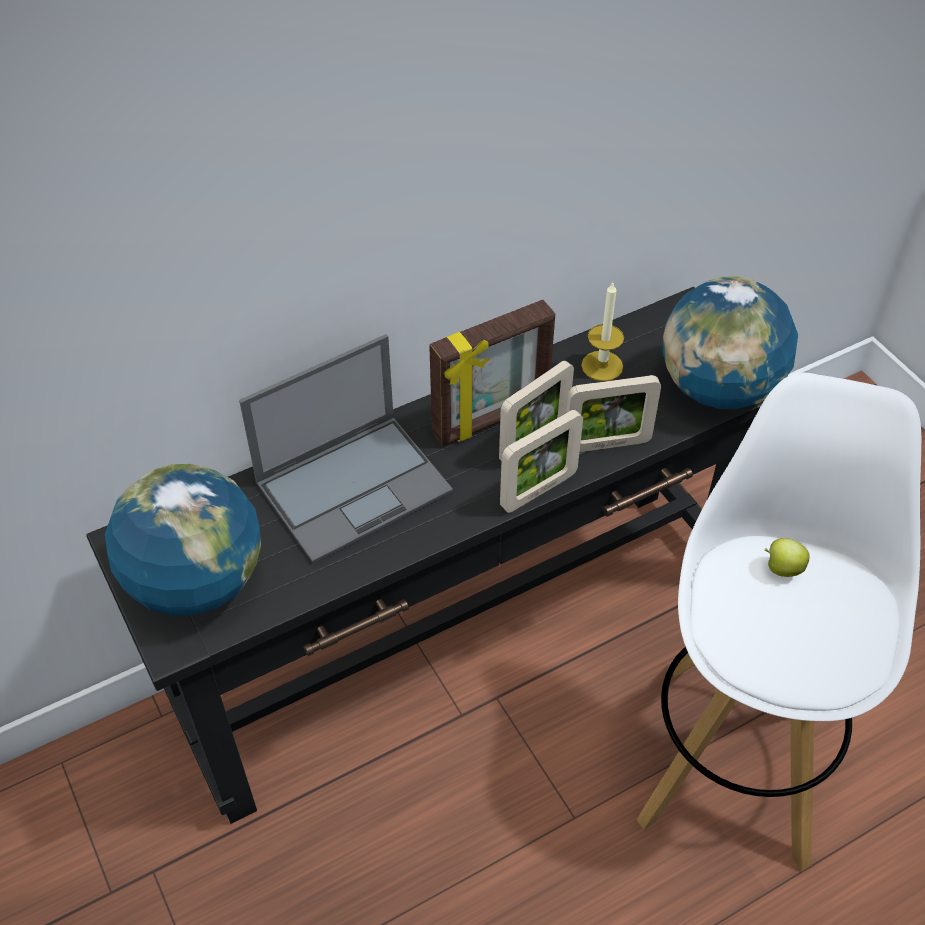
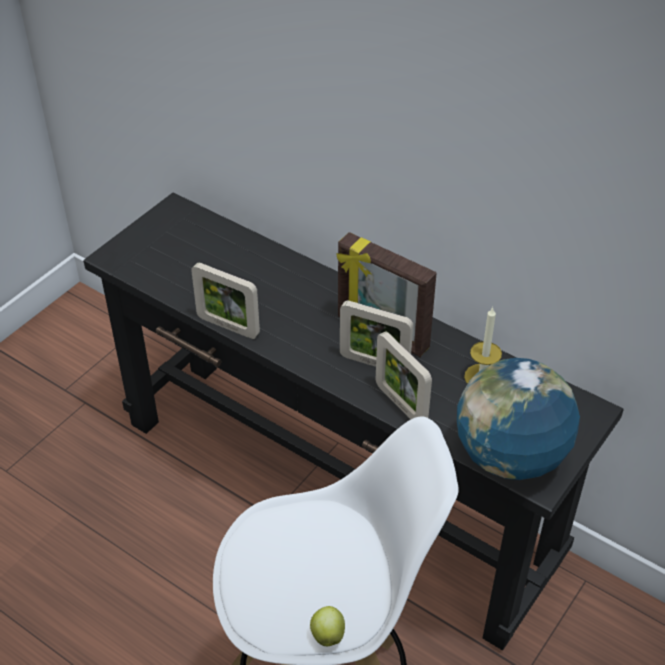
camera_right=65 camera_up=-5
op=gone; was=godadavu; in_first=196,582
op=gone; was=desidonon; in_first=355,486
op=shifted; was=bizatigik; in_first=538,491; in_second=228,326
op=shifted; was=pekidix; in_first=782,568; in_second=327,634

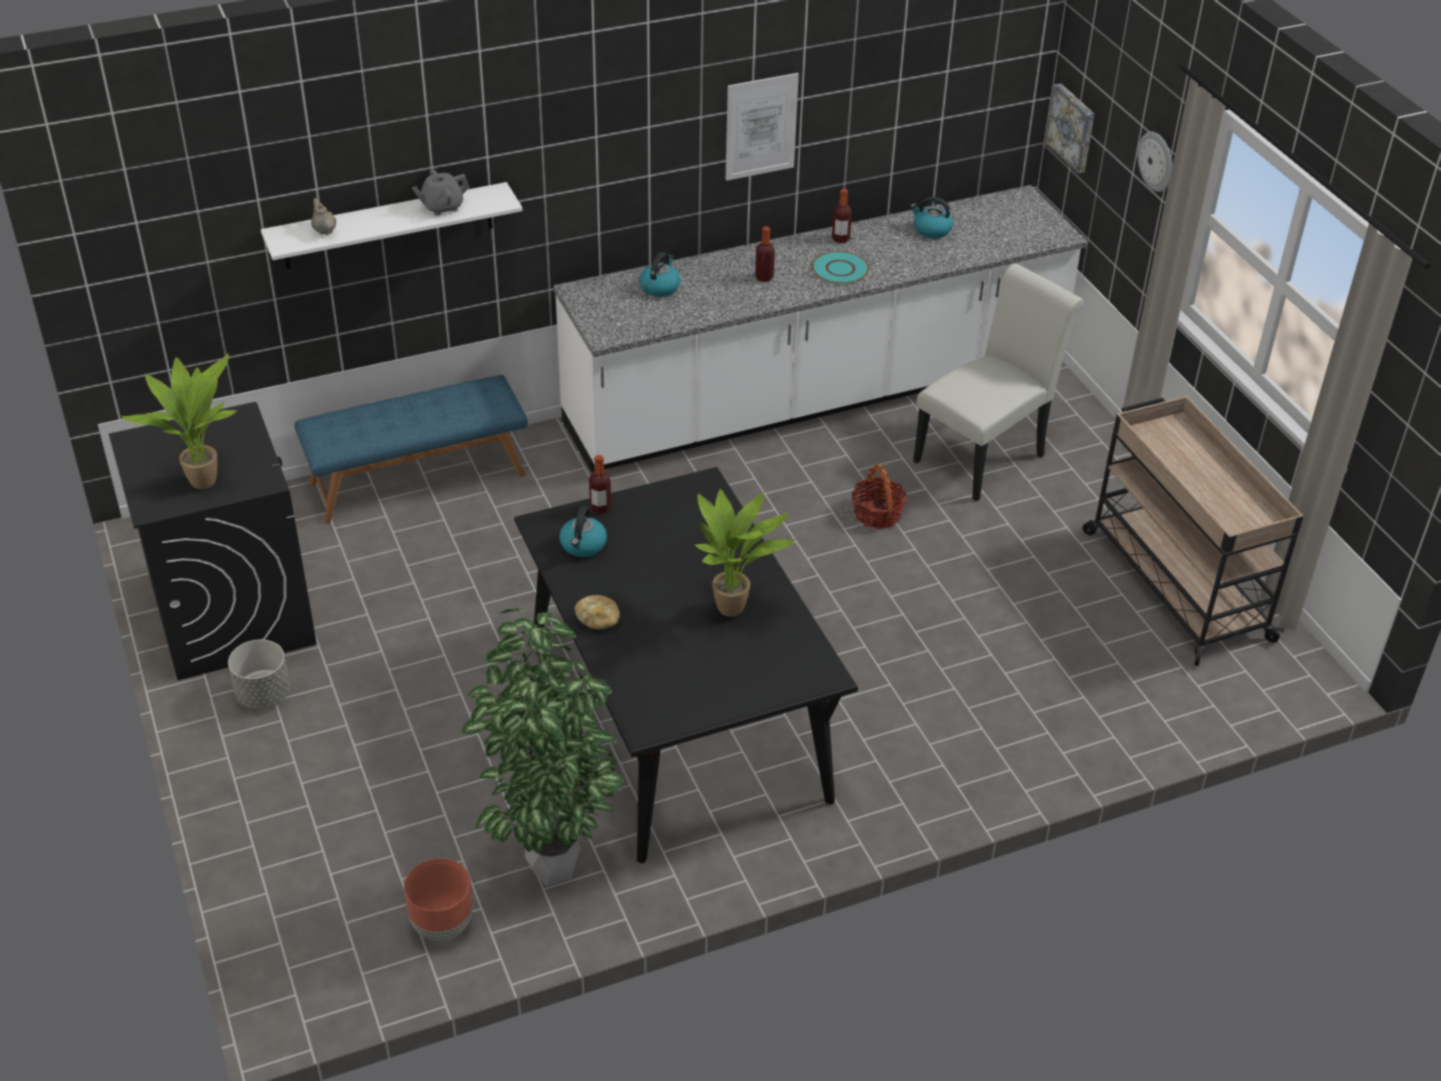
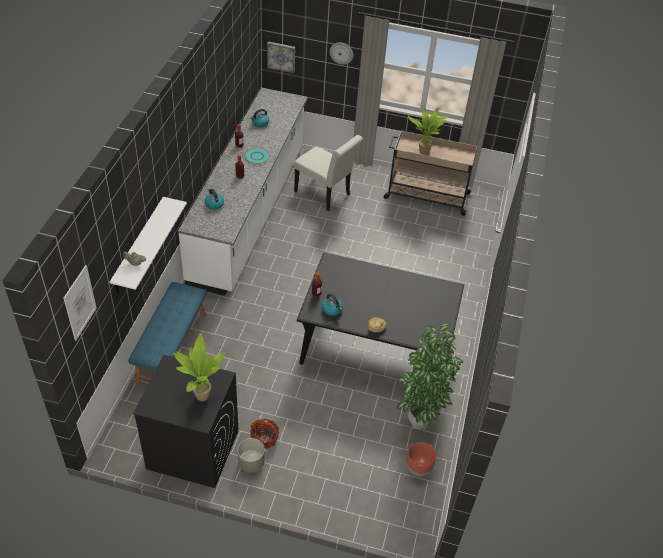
camera_right=-55 camera_up=5
op=gone; was=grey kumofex; in_first=442,207
op=shifted; was=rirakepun; in_first=735,609; in_second=424,151
op=shifted; was=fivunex; in_first=761,126; in_second=80,303
op=shifted; was=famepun; in_first=877,514; in_second=264,438
op=rotated; was=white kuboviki; in_first=985,455; in_second=325,195; clockwise=135

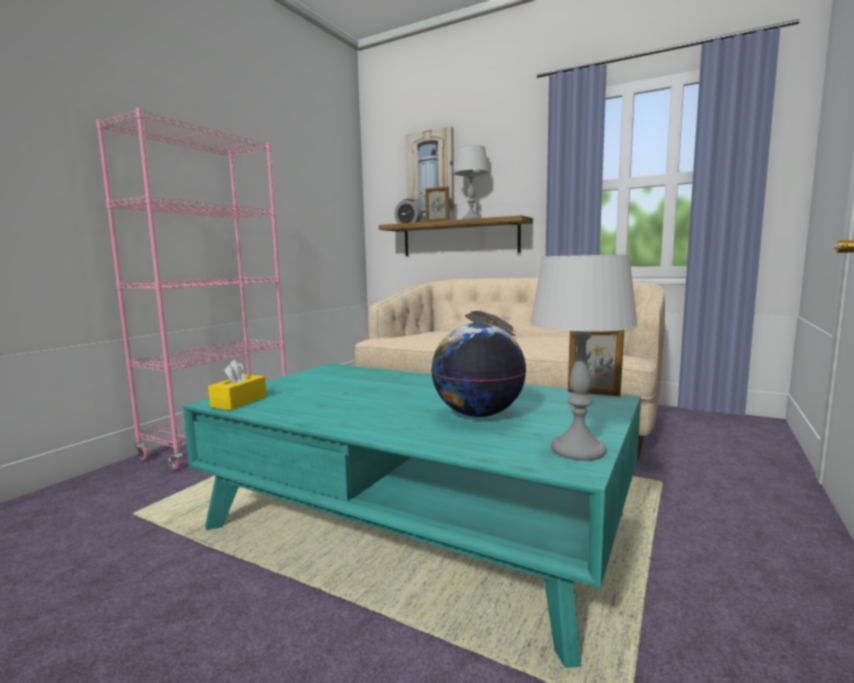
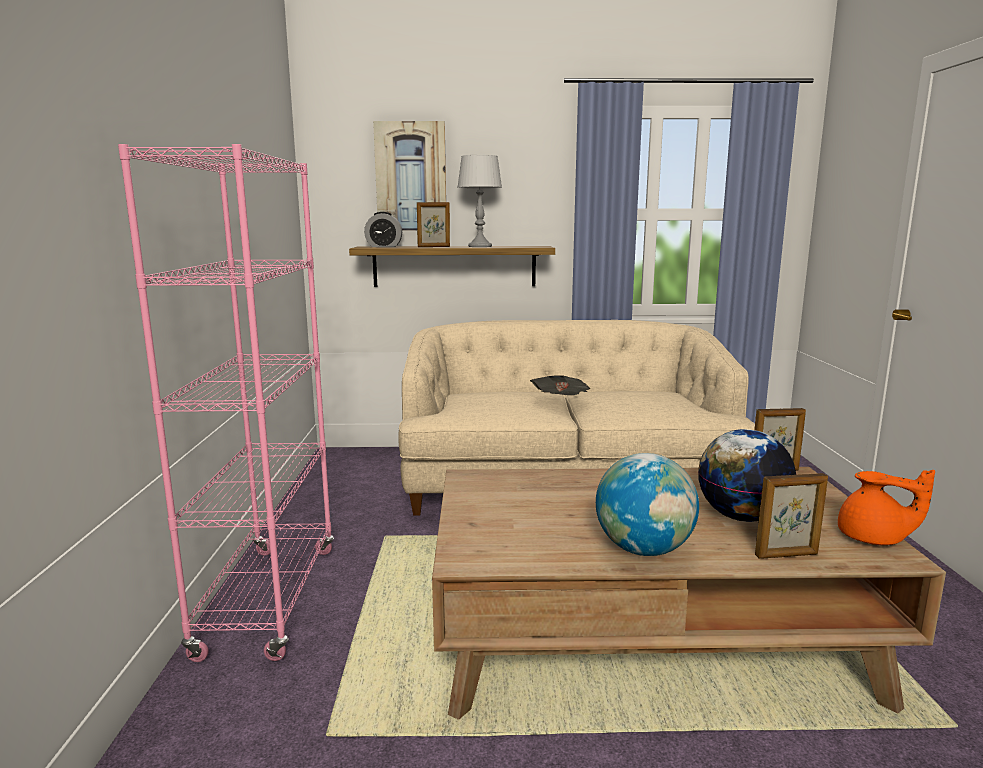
camera_right=-30 camera_up=5
op=repainted; was=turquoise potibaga; now=brown potibaga; in_first=416,522; in_second=648,634
op=gone; was=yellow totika; in_first=239,402
op=swapped; was=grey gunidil; now=orange kumofex; in_first=578,450; in_second=873,539
op=new; now=godadavu; in_second=644,550
op=new; now=bizatigik; in_second=787,555

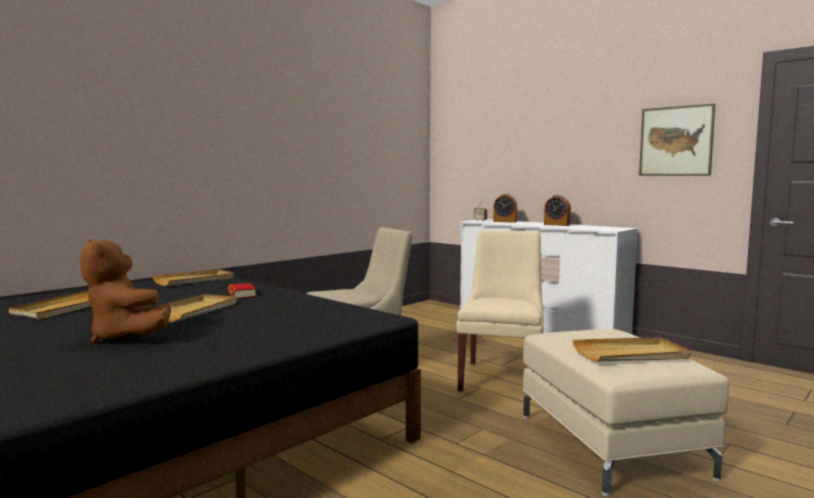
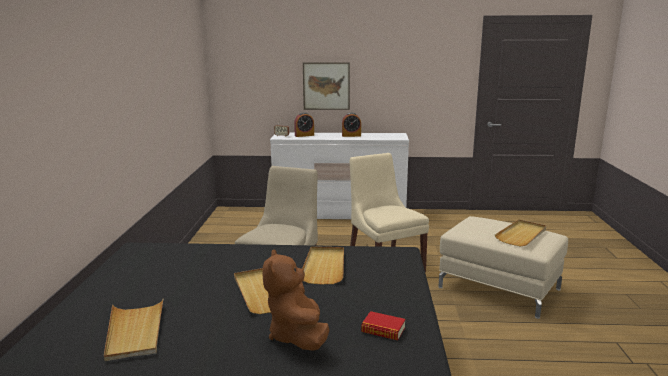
camera_right=-40 camera_up=10
op=rotated; was=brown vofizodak; in_first=126,337; in_second=297,336; clockwise=75
op=shifted; was=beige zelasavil; in_first=195,280; in_second=324,267
op=shifted; was=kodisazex; in_first=242,294; in_second=383,330
op=shifted; was=fivunex; in_first=675,141; in_second=326,86

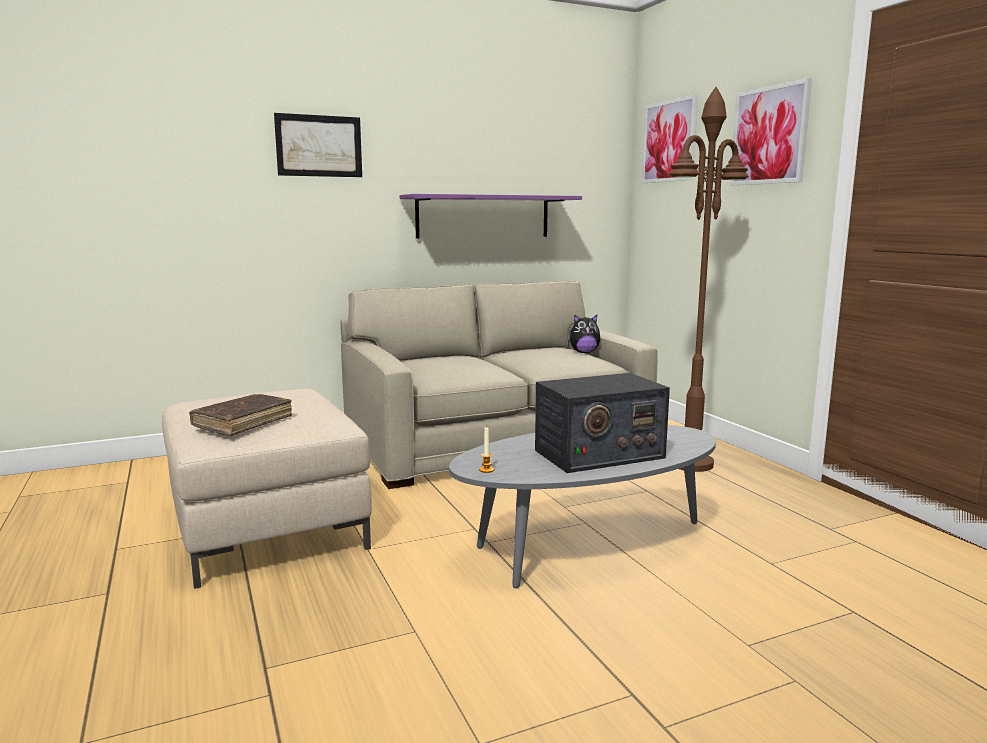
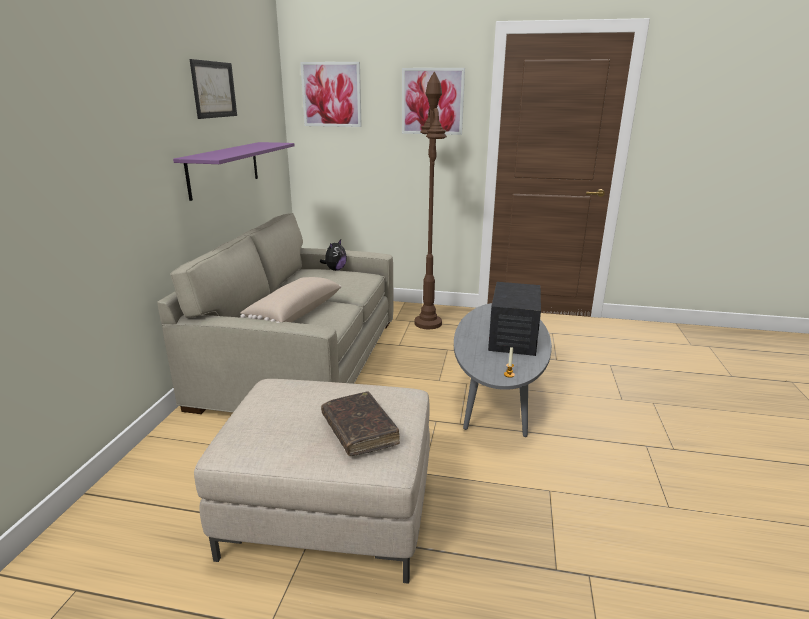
camera_right=-55 camera_up=10
op=shifted; was=fivunex; in_first=319,146; in_second=214,89
op=new; now=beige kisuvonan; in_second=294,313

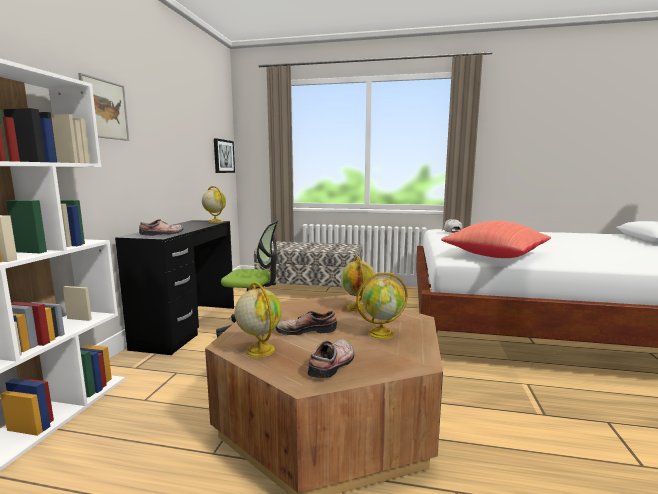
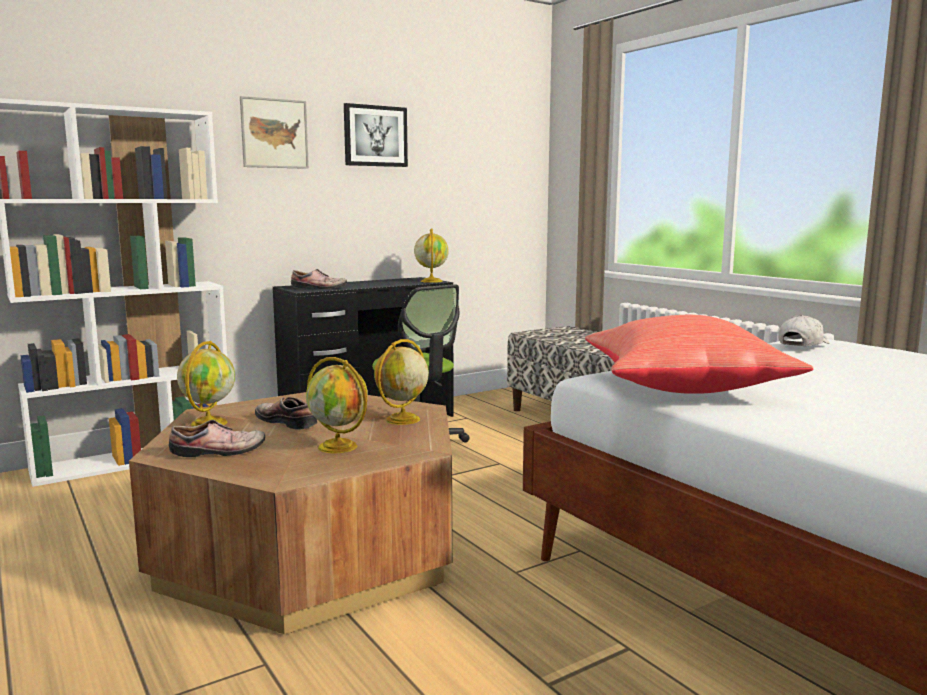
camera_right=45 camera_up=0
op=shifted; was=fivunex; in_first=223,156; in_second=375,136

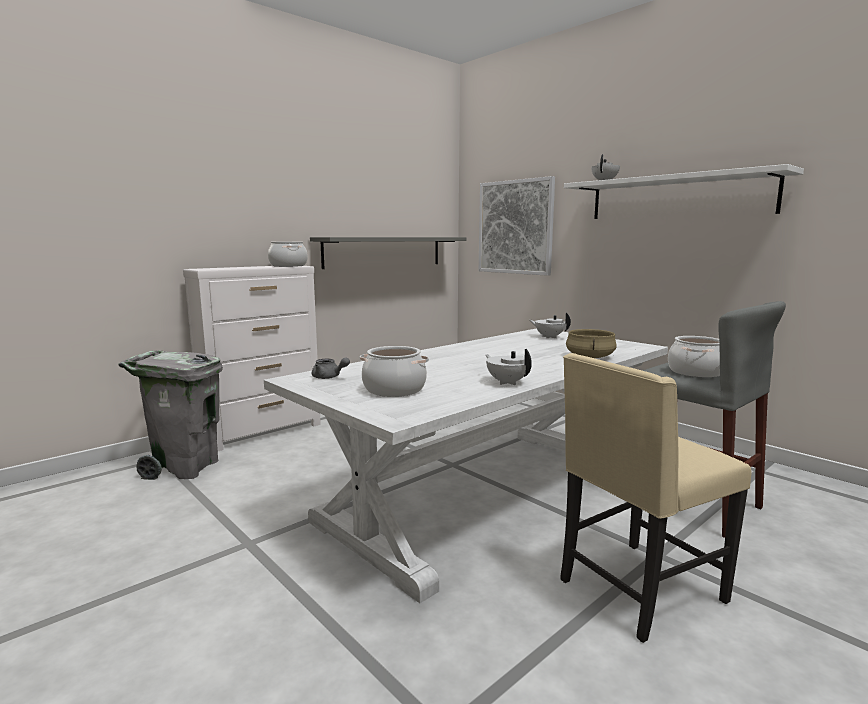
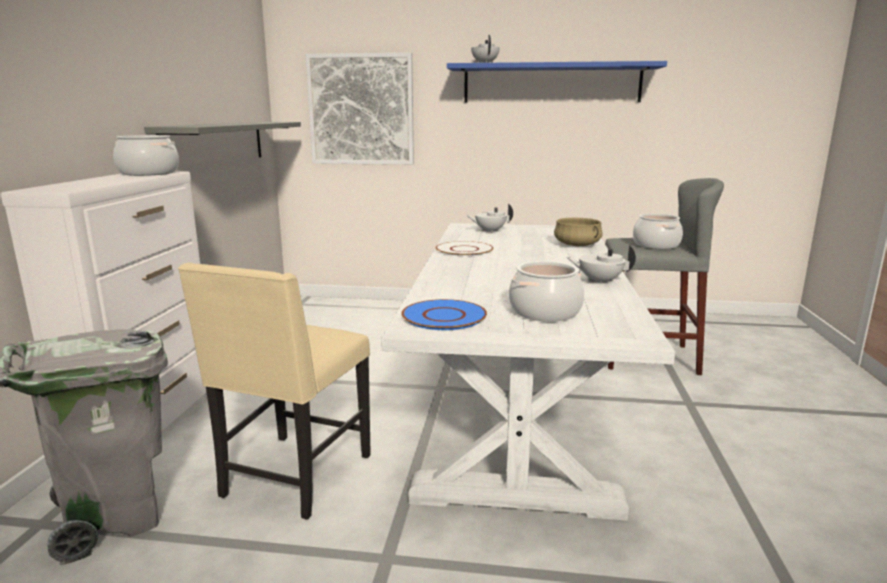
camera_right=-40 camera_up=5
op=swapped; was=grey kumofex; now=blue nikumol; in_first=329,377; in_second=444,316
op=shifted; was=beige kuboviki; in_first=637,591; in_second=294,477
op=repainted; was=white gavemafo; now=blue gavemafo; in_first=677,197; in_second=551,83
op=new; now=white nikumol; in_second=464,250

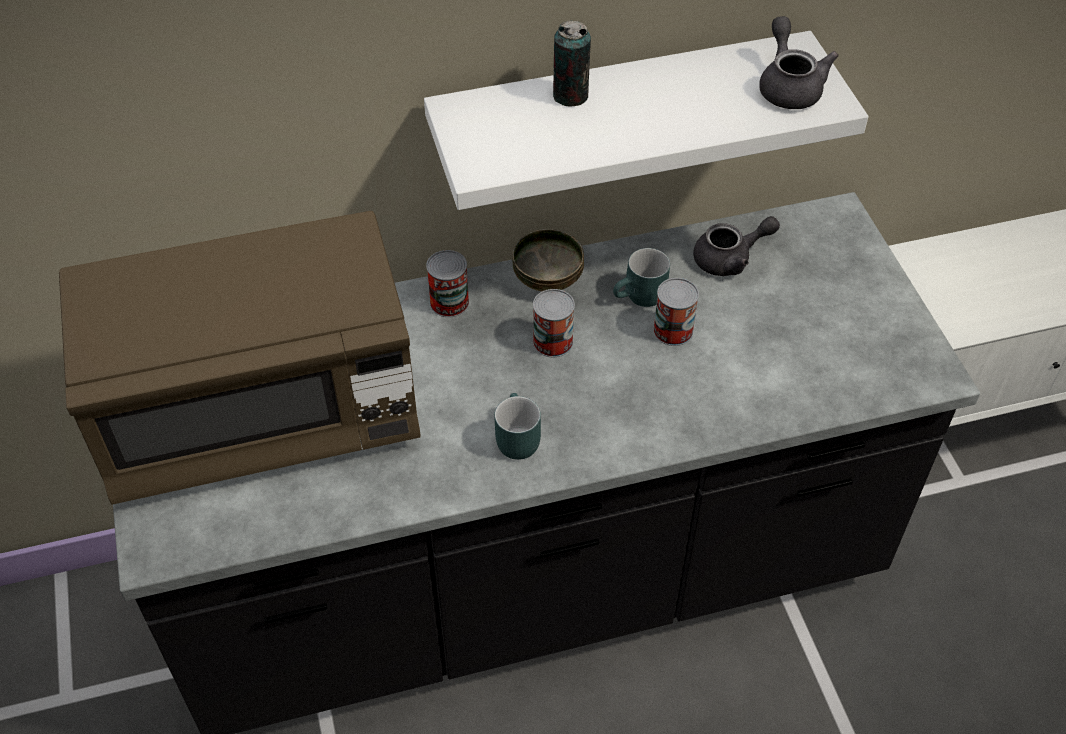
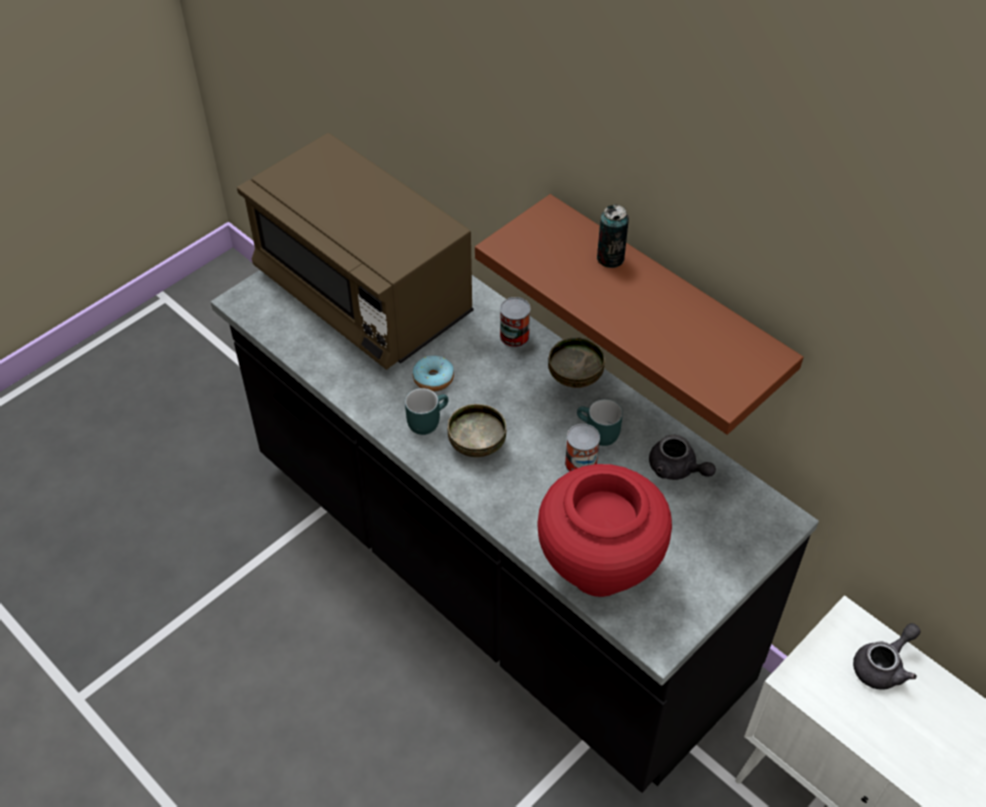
camera_right=60 camera_up=0
op=repainted; was=white gavemafo; now=brown gavemafo; in_first=619,109; in_second=664,303
op=gone; was=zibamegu; in_first=553,341
op=shifted; was=grey kumofex; in_first=789,86; in_second=883,666
op=new; now=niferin; in_second=433,379
op=new; now=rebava; in_second=476,444
op=new; now=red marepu; in_second=599,568

